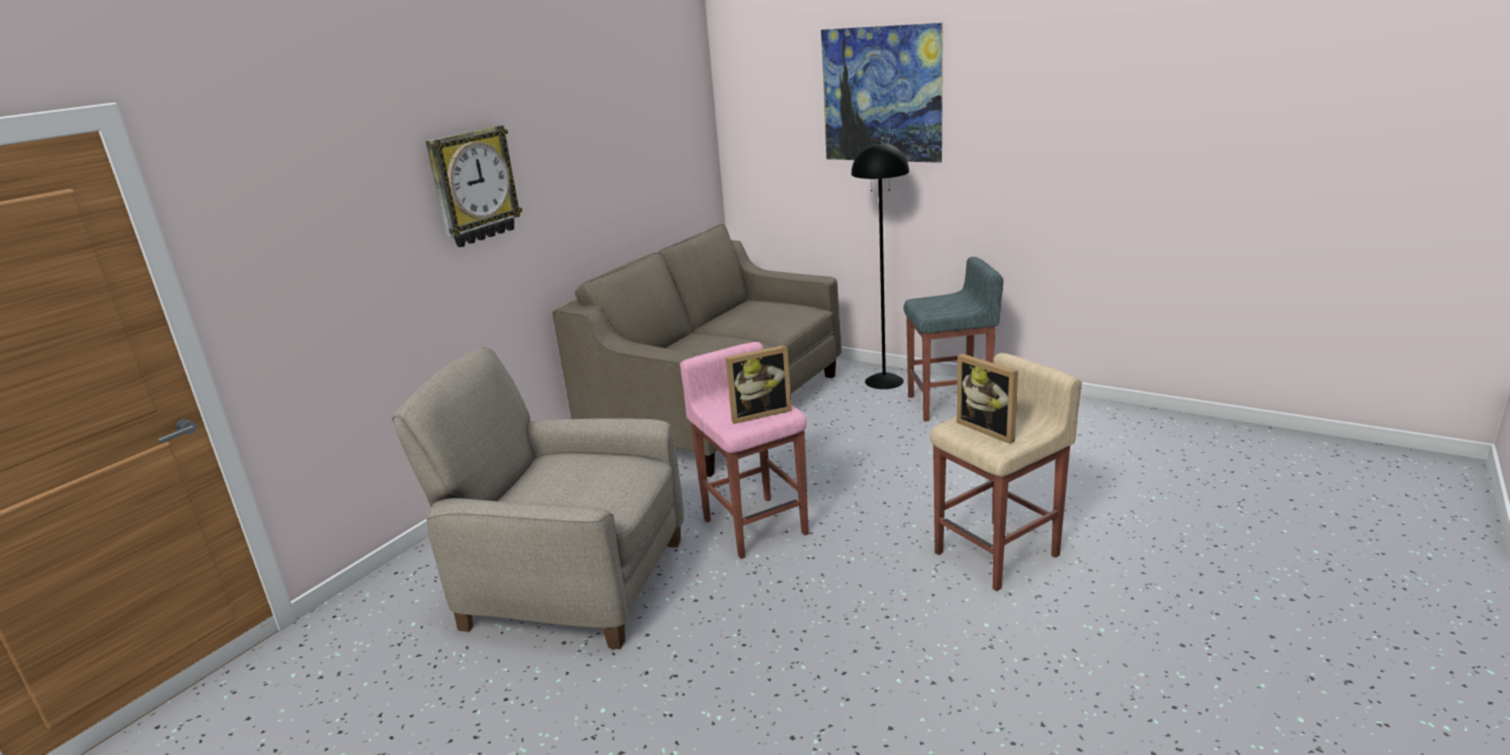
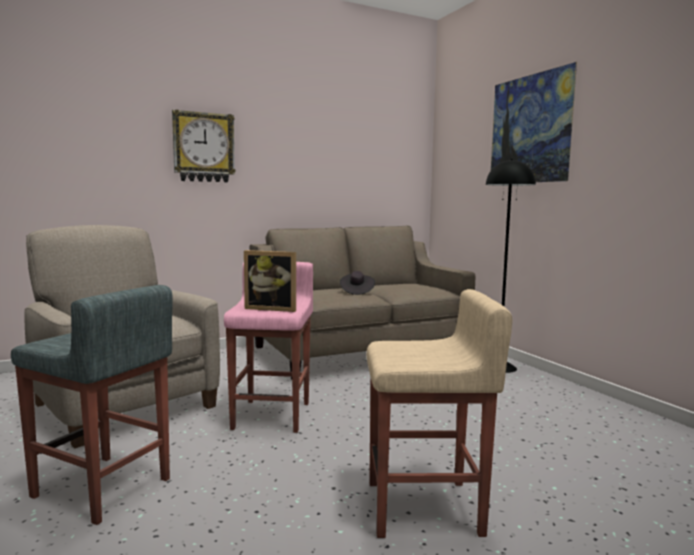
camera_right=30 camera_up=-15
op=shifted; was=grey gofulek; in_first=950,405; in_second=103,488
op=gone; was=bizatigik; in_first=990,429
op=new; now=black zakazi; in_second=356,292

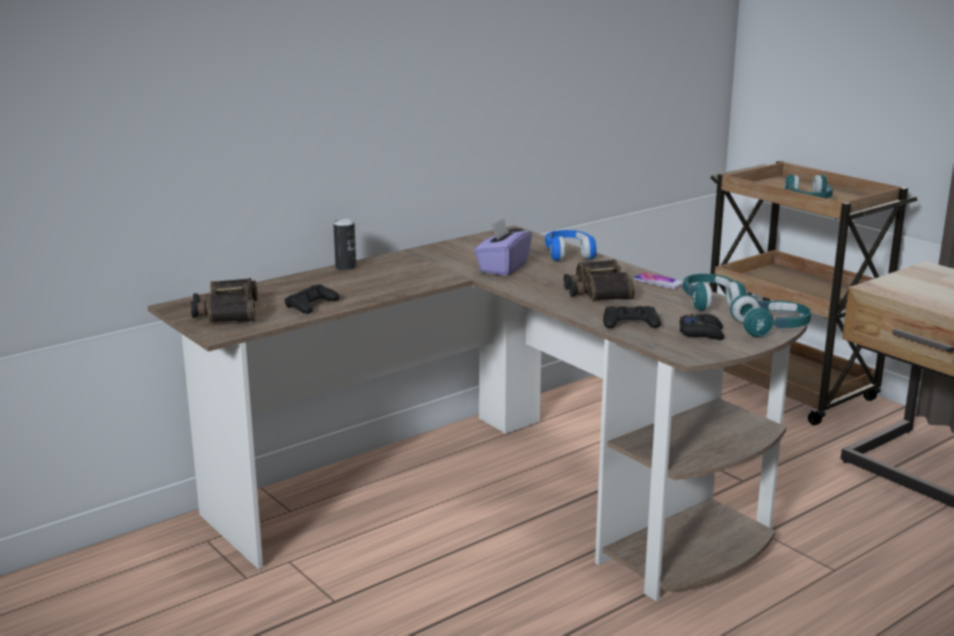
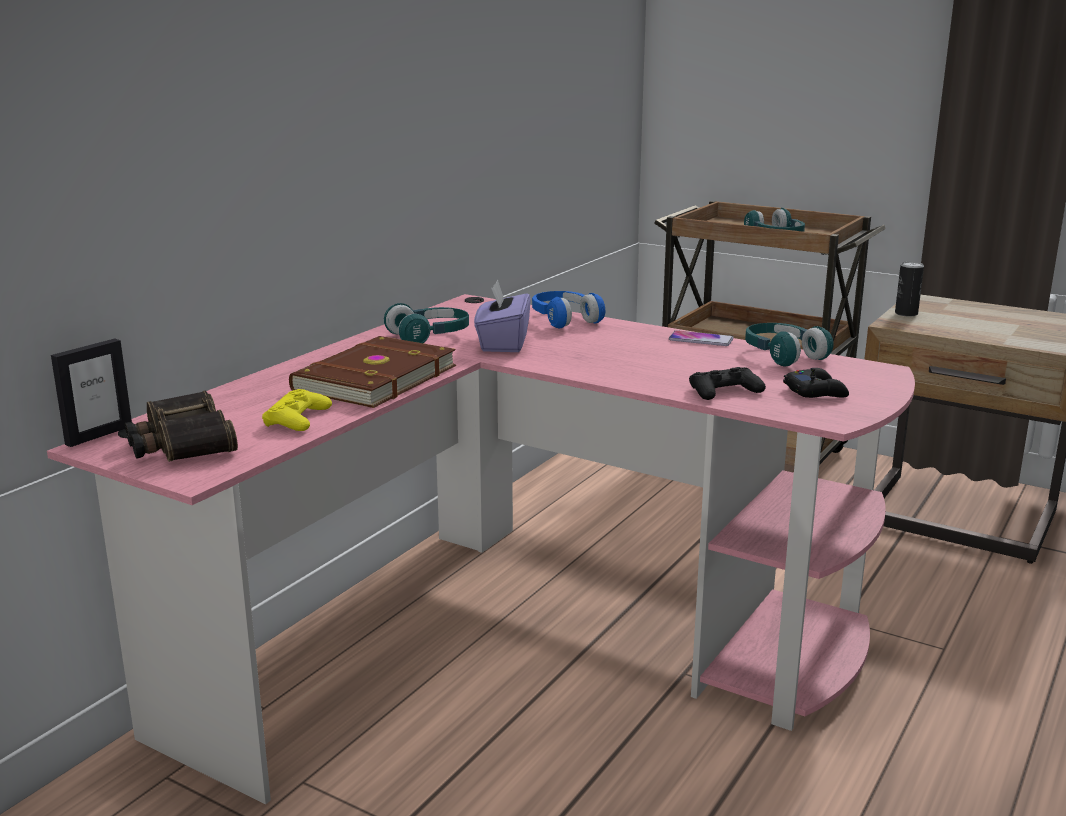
camera_right=-20 camera_up=0
op=repainted; was=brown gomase; now=pink gomase; in_first=493,497; in_second=518,636
op=repainted; was=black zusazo; now=yellow zusazo; in_first=311,305; in_second=298,419
op=shifted; was=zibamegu; in_first=345,267; in_second=906,313
op=gone; was=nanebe; in_first=597,290
op=shifted; was=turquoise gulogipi; in_first=771,328; in_second=429,337
op=new; now=bizatigik; in_second=98,435
op=new; now=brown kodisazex; in_second=372,378

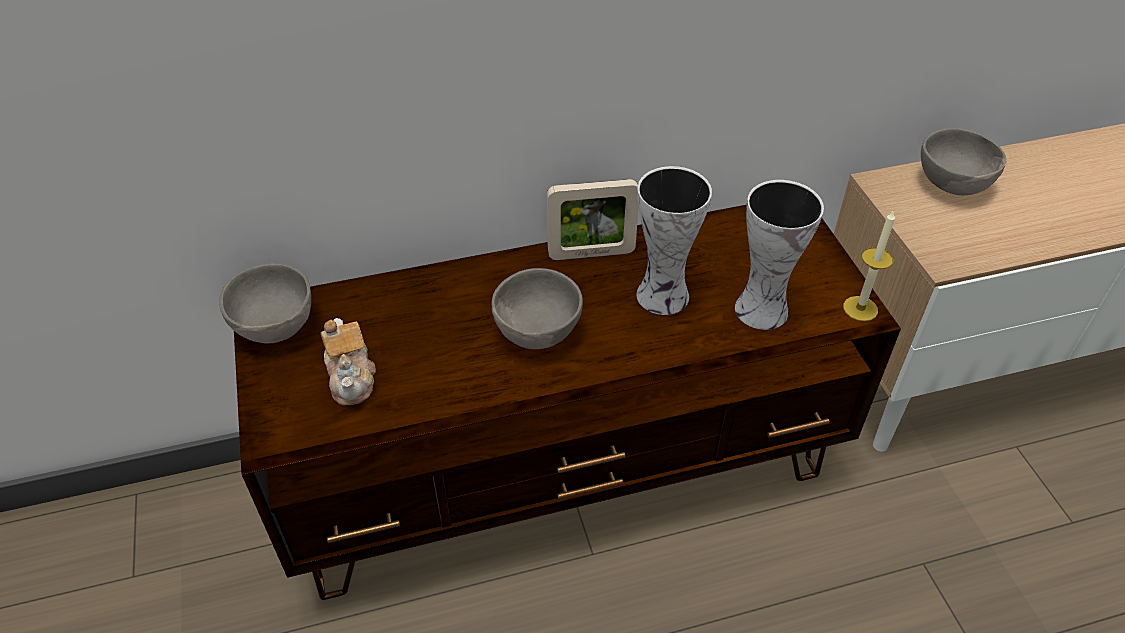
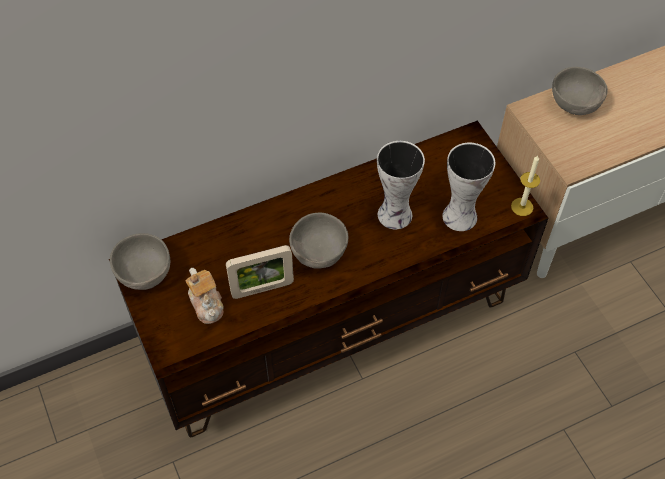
camera_right=-10 camera_up=10
op=shifted; was=bizatigik; in_first=591,253; in_second=262,288

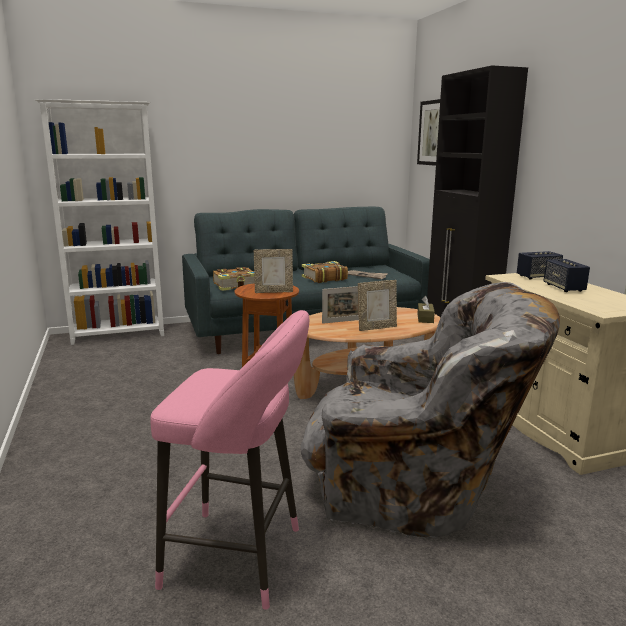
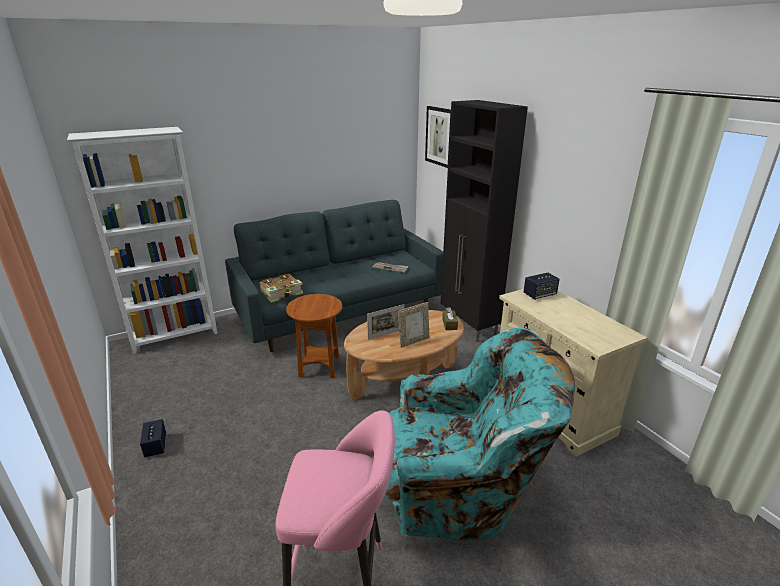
camera_right=-10 camera_up=10
op=gone; was=bizatigik; in_first=273,292
op=repainted; was=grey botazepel; now=turquoise botazepel; in_first=414,487; in_second=460,487
op=gone; was=kodisazex; in_first=324,278
op=shifted; was=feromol; in_first=564,288; in_second=156,446

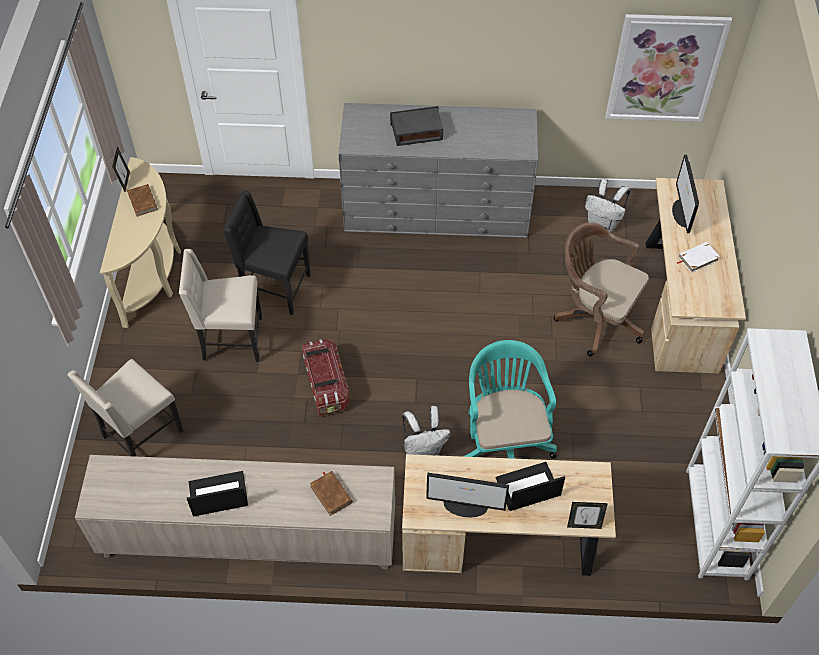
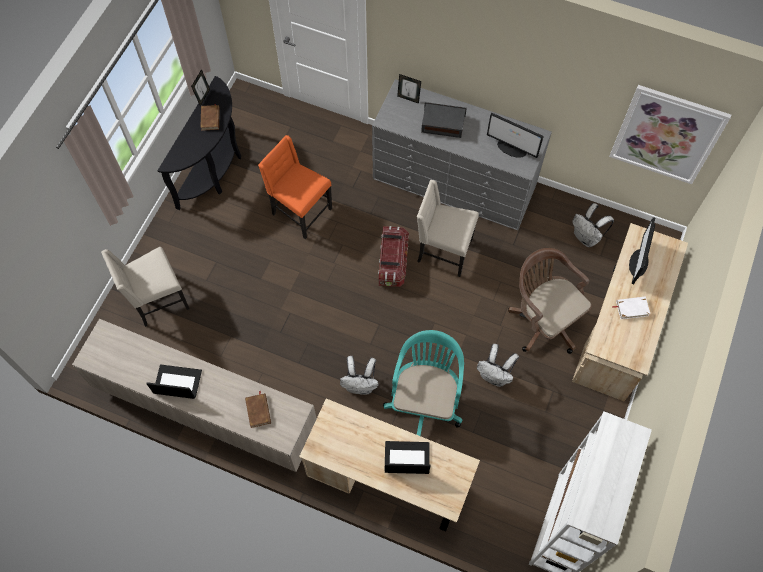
camera_right=20 camera_up=10
op=repainted; was=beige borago; now=black borago; in_first=154,273; in_second=215,170
op=shifted; was=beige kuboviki; in_first=231,340; in_second=443,251
op=repainted; was=black kuboviki; now=orange kuboviki; in_first=274,288; in_second=300,212
op=shifted; was=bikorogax; in_first=326,385; in_second=392,262
op=shifted; was=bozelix; in_first=466,505; in_second=512,148
op=shifted; was=bizatigik; in_first=584,525; in_second=408,98
op=new; now=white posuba; in_second=495,376

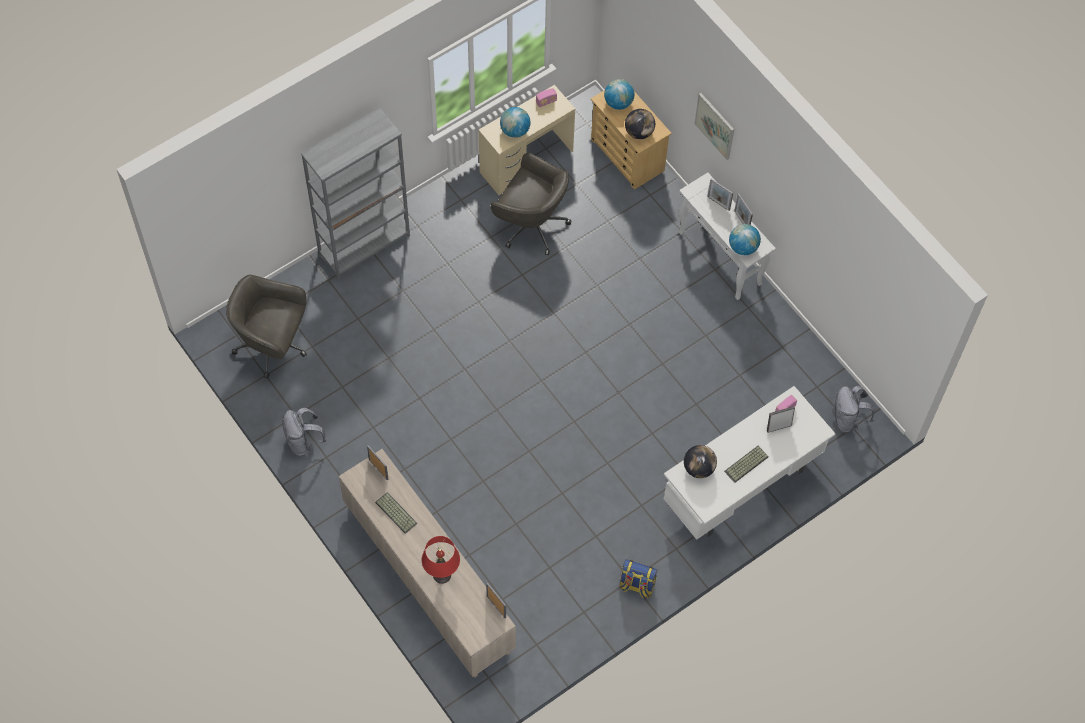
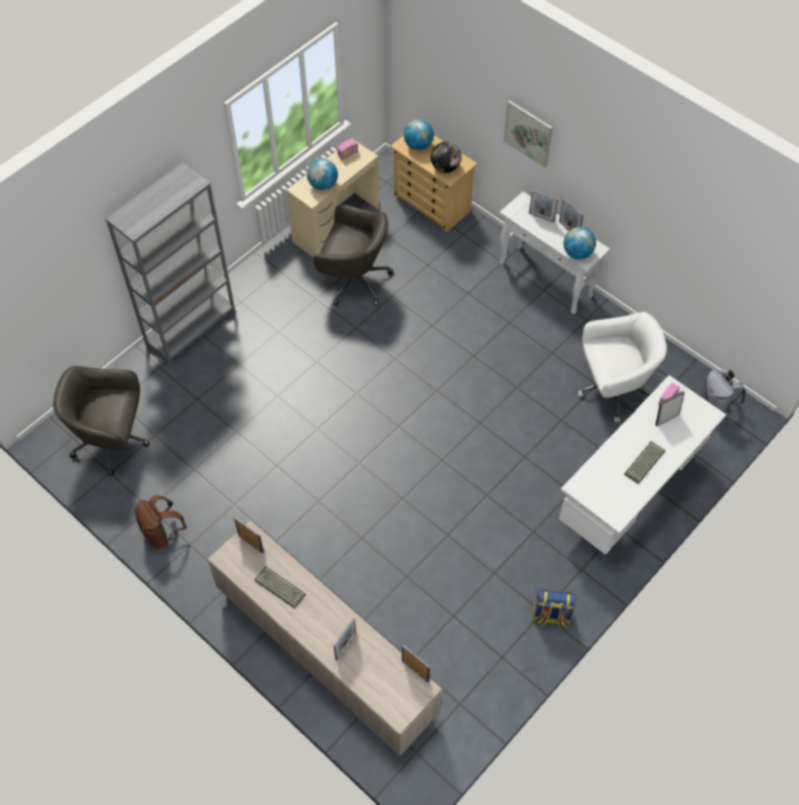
camera_right=-10 camera_up=-5
op=repainted; was=grey posuba; now=brown posuba; in_first=304,441; in_second=163,533
op=swapped; was=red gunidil; now=bizatigik; in_first=442,575; in_second=346,646
op=gone; was=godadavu; in_first=699,468
op=new; now=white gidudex; in_second=613,389

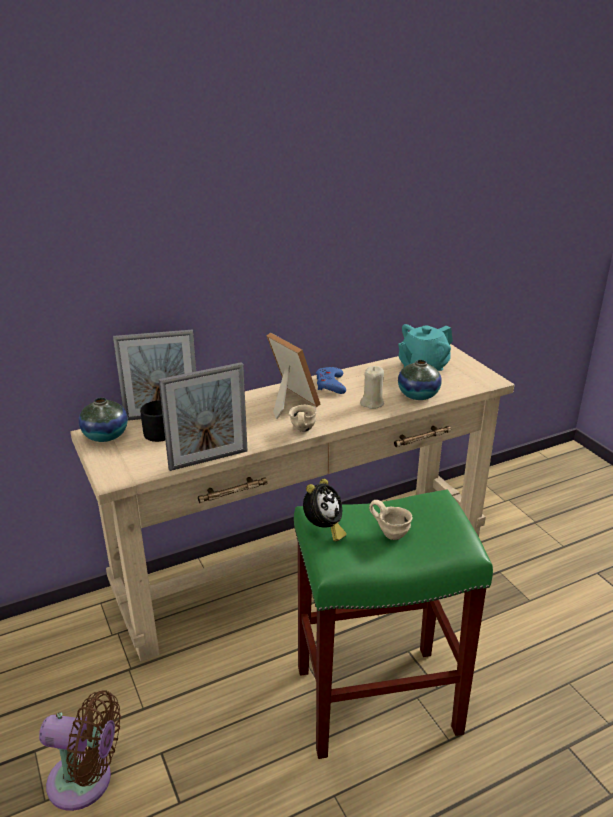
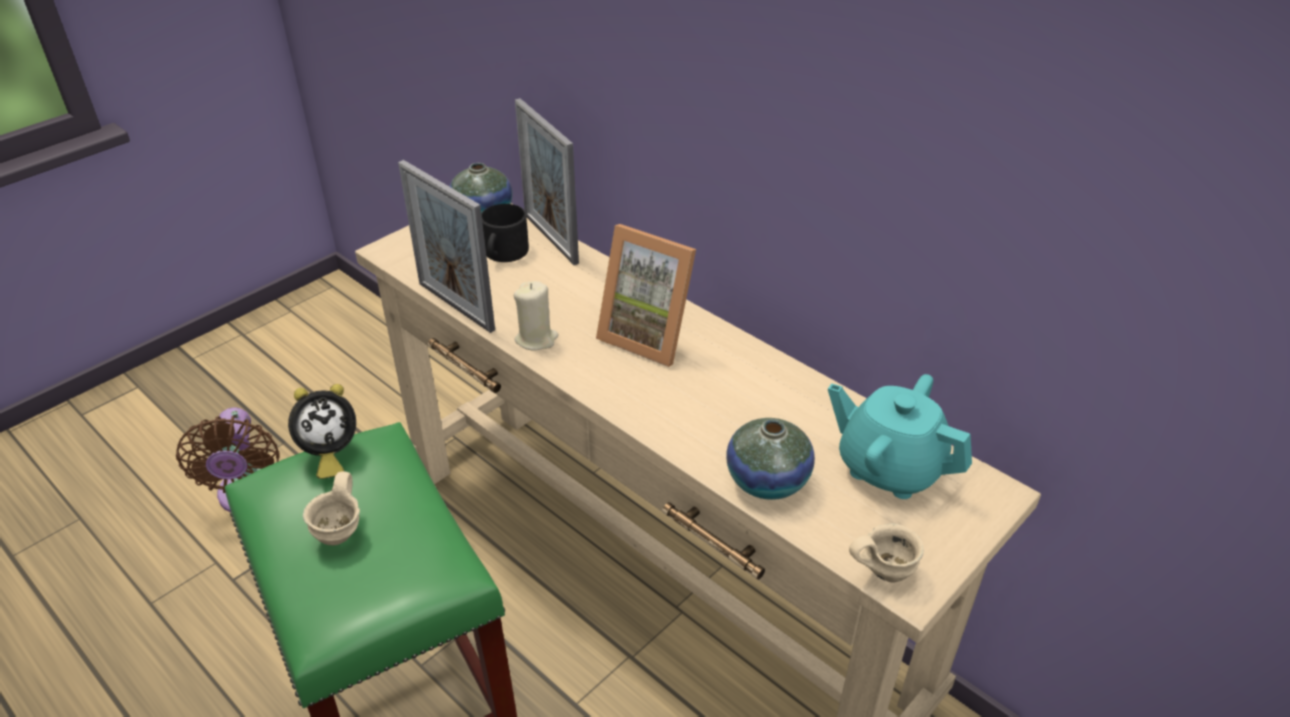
camera_right=70 camera_up=10
op=rotated; was=bizatigik; in_first=288,402; in_second=649,335; clockwise=90
op=shifted; was=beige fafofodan; in_first=301,430; in_second=881,570
op=rotated; was=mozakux; in_first=323,529; in_second=328,455; clockwise=-45
op=gone; was=blue zusazo; in_first=330,384
op=shifted; was=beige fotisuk; in_first=372,403; in_second=536,339

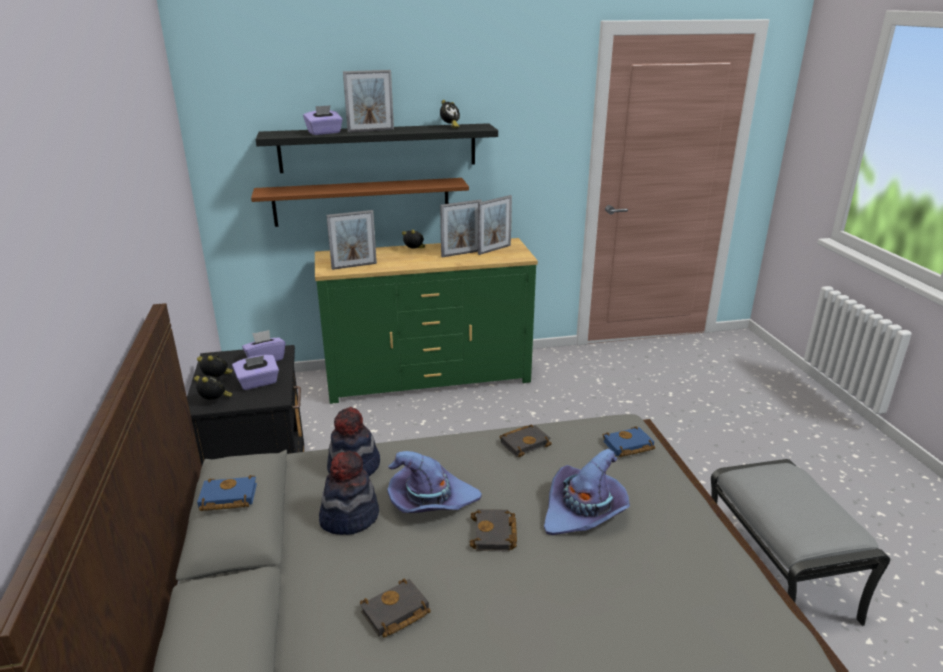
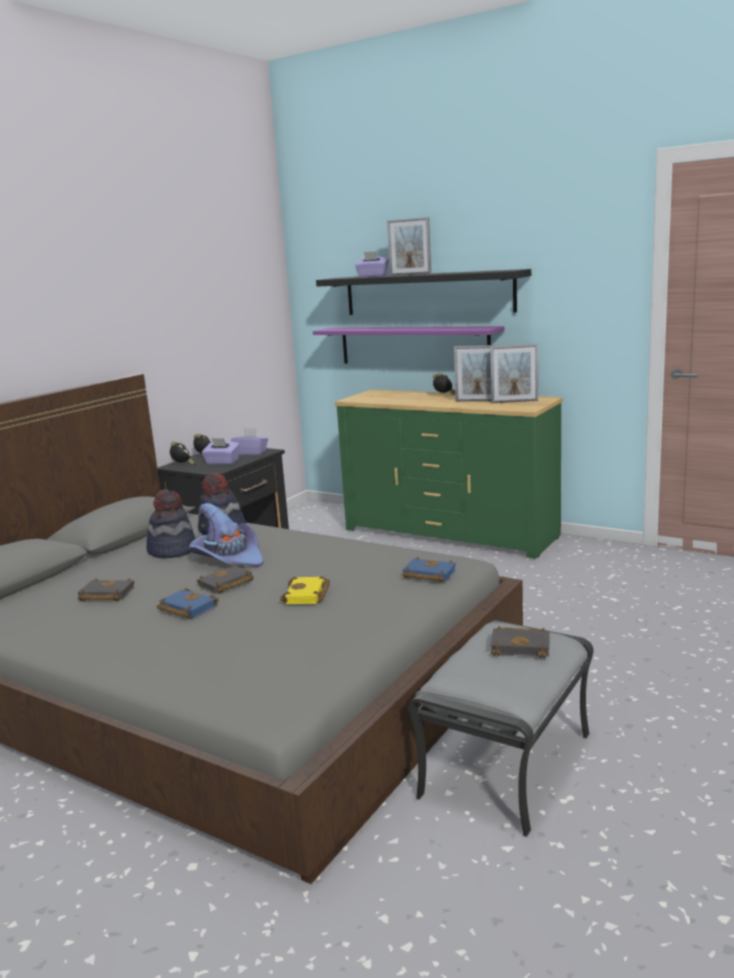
camera_right=45 camera_up=-10
op=shifted; was=blue kodisazex; in_first=226,498; in_second=185,608
op=repainted; was=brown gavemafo; now=purple gavemafo; in_first=362,202; in_second=413,345
op=gone; was=bizatigik; in_first=354,266
op=gone; was=mozakux; in_first=450,127
op=shifted; was=black kodisazex; in_first=525,442; in_second=522,646
op=swapped; was=purple zakazi; now=yellow kodisazex; in_first=584,511; in_second=308,595

